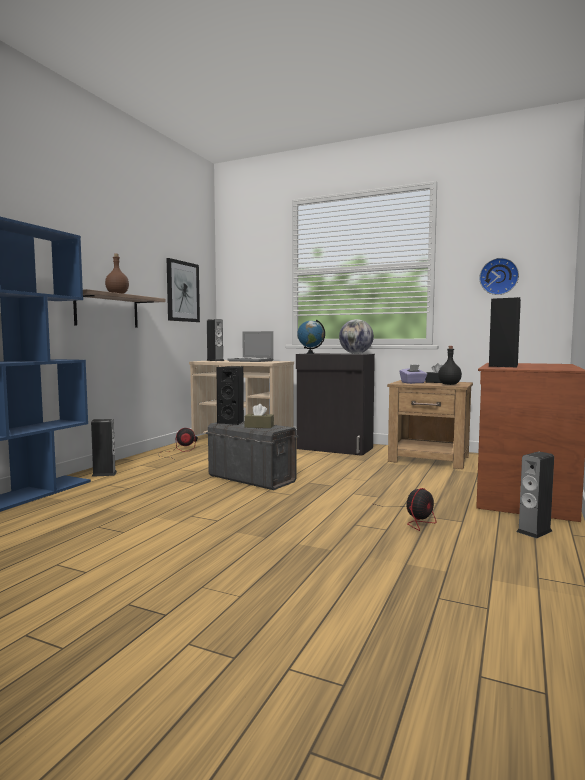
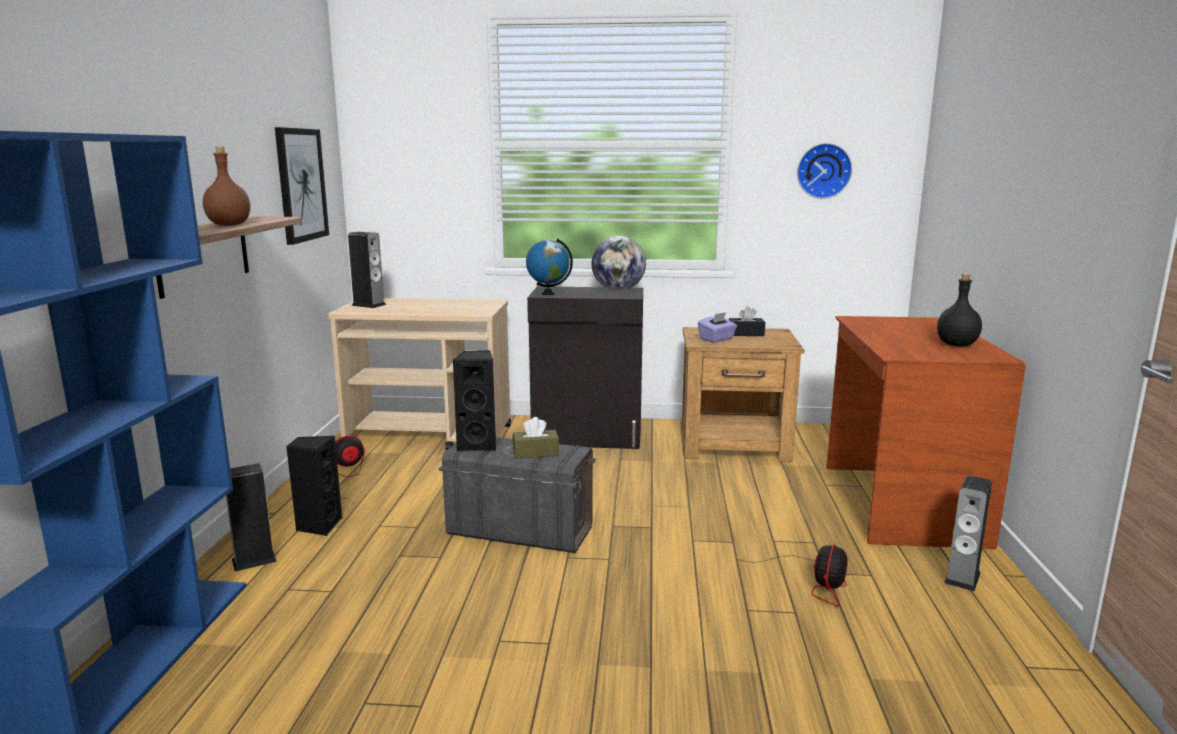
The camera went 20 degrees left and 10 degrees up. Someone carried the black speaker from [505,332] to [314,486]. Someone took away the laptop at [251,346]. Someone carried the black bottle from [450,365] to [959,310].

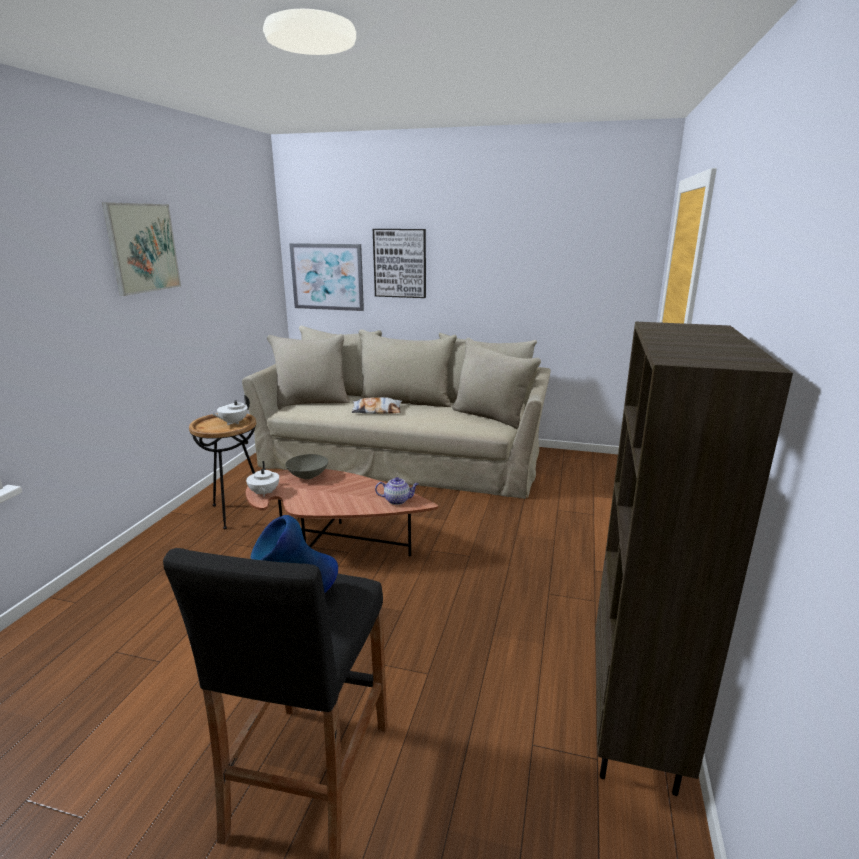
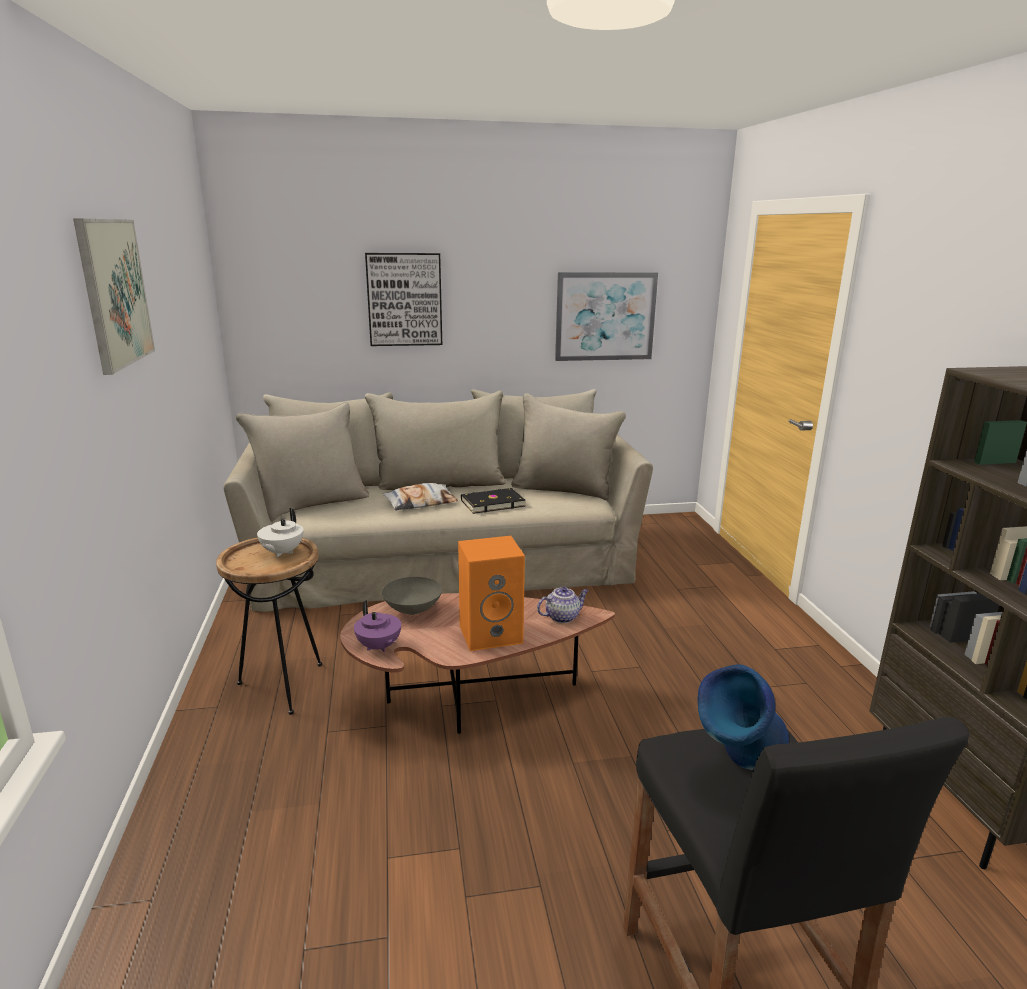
The camera went 25 degrees left and 0 degrees up. Someone carried the picture from [326,277] to [606,316]. Someone repainted the white teapot at [262,479], which became the purple teapot at [377,626]. Someone put down the black book at [493,501]. Someone put down the orange speaker at [491,593].

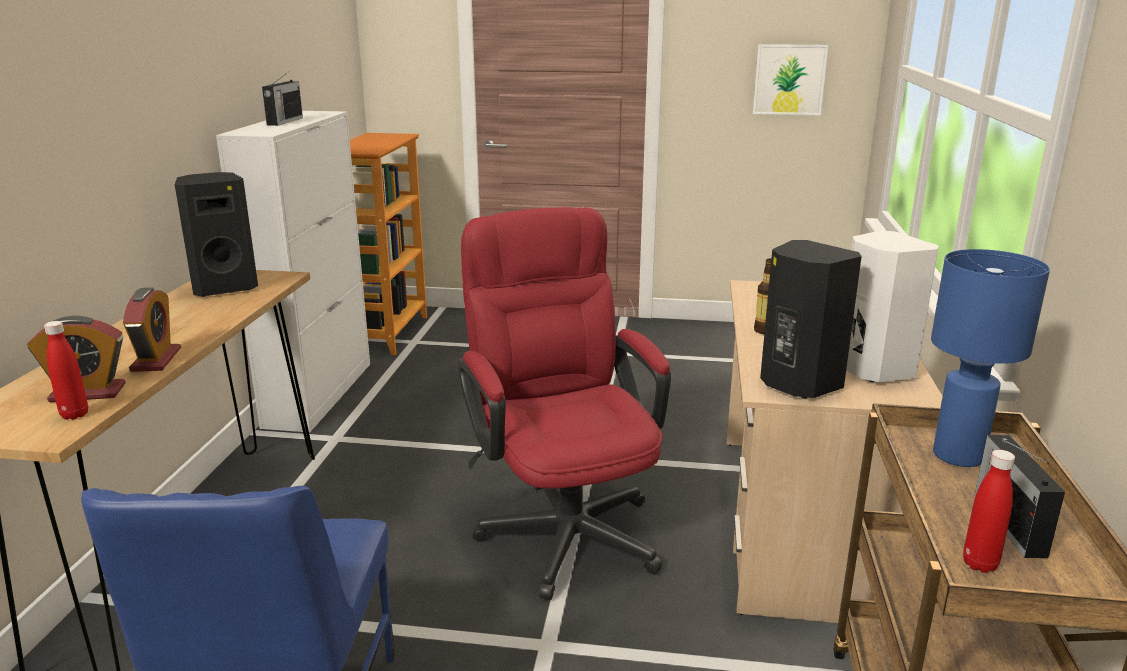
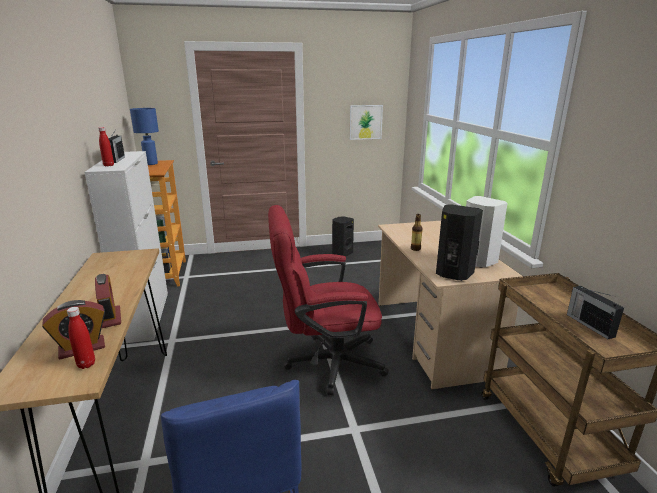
The camera went 20 degrees left and 0 degrees up. Someone carried the black speaker from [216,234] to [343,236]. Someone rotated the red office chair at [564,403] by 60 degrees counterclockwise. Someone carried the blue table lamp from [990,358] to [144,136]. Someone carried the red bottle from [989,511] to [106,146].

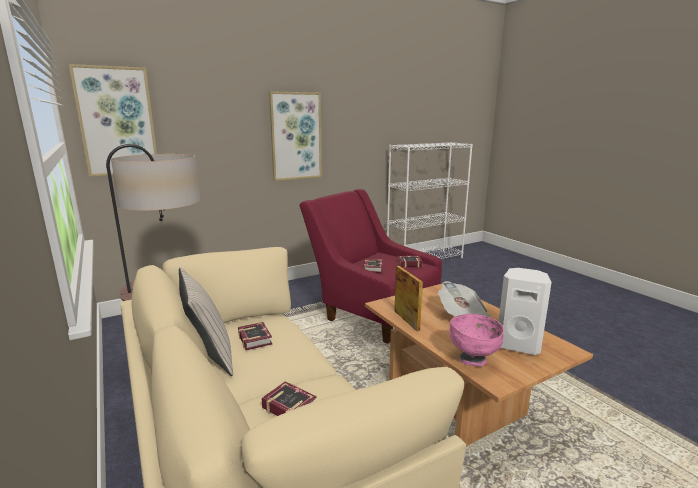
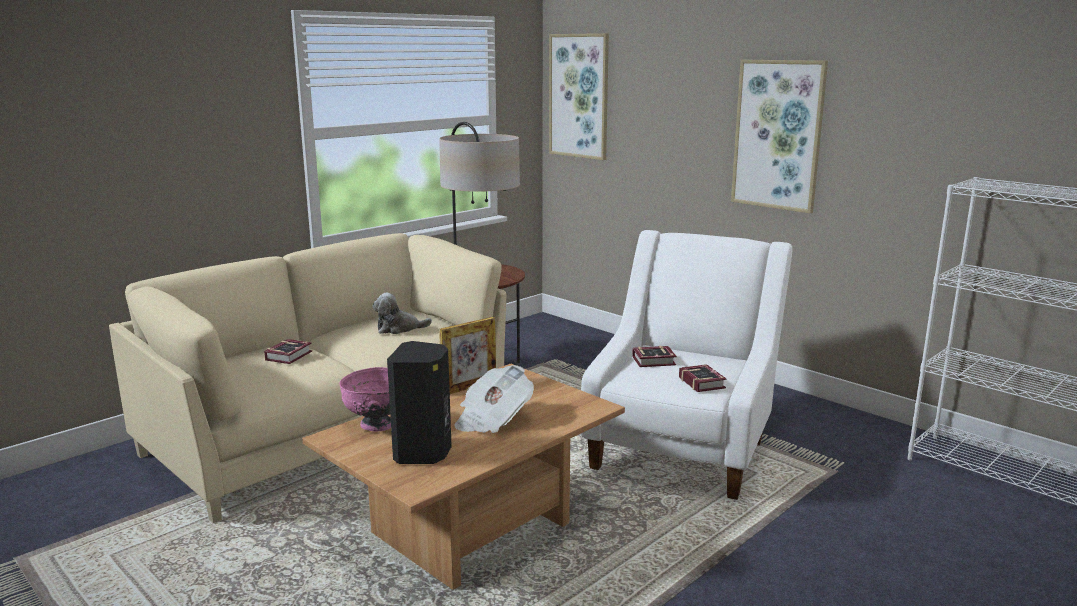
The camera went 75 degrees right and 0 degrees up. Someone repainted the red armchair at [370,266], which became the white armchair at [687,365]. Someone took away the beige pillow at [206,322]. Someone repainted the white speaker at [525,311], which became the black speaker at [419,402]. Someone swapped the book at [255,336] for the plush toy at [402,313].

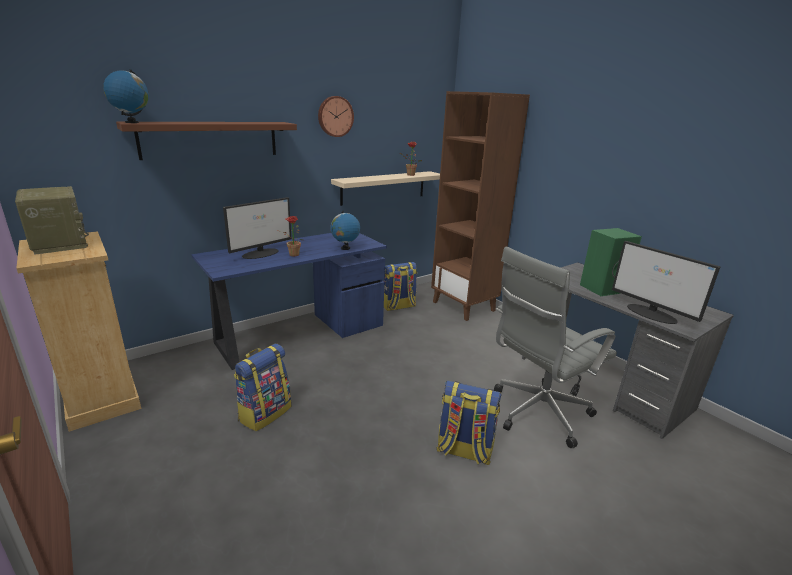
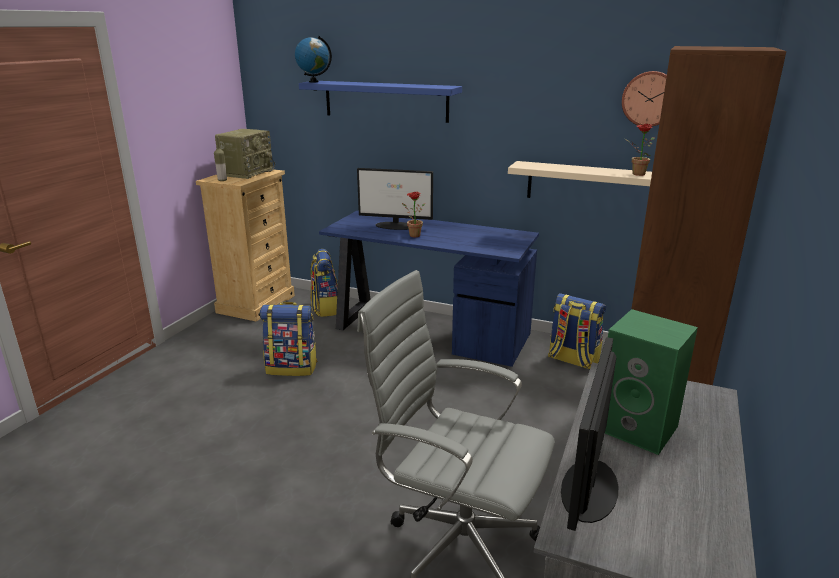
The camera went 60 degrees right and 0 degrees up. Someone carried the wall clock from [336,116] to [644,99]. Someone repainted the brown shelf at [206,141], which became the blue shelf at [380,102]. Someone took away the globe at [345,230]. Someone carried the backpack from [469,423] to [324,283]. Someone put down the bottle at [220,159].

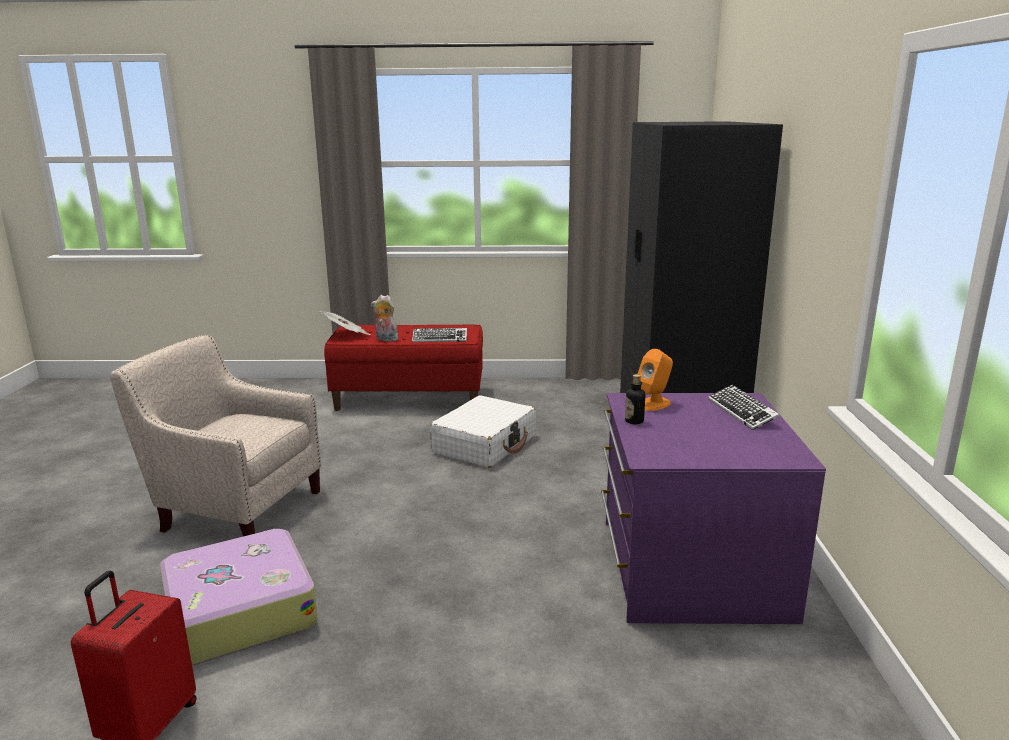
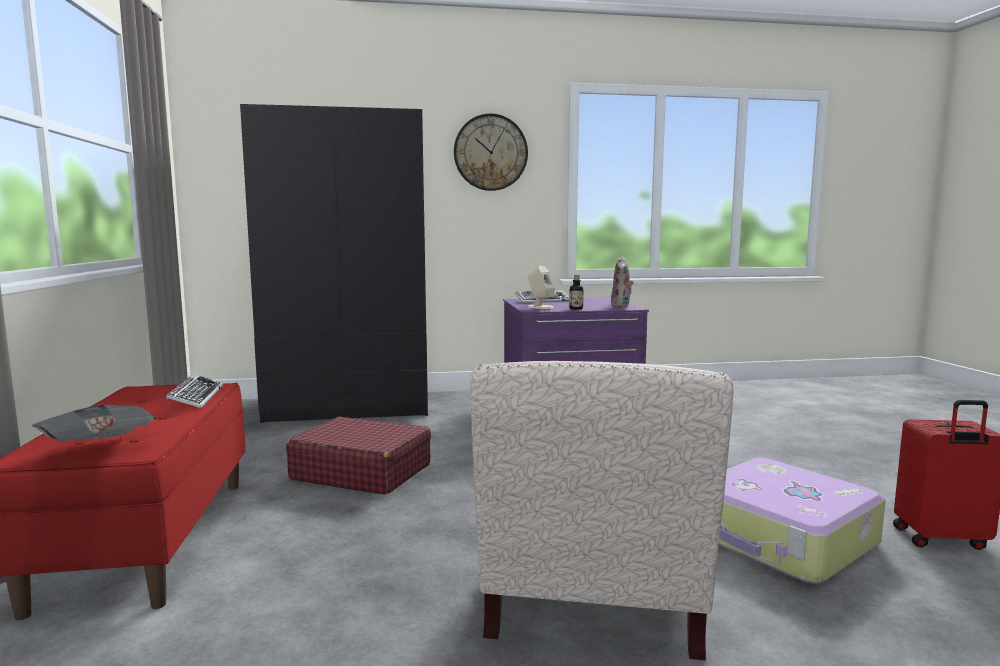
The camera went 100 degrees left and 10 degrees down. Someone carried the plush toy from [385,318] to [622,281]. Someone repainted the orange speaker at [655,380], which became the beige speaker at [541,287]. Someone repainted the white suitcase at [483,431], which became the red suitcase at [358,456]. Someone put up the wall clock at [491,152].

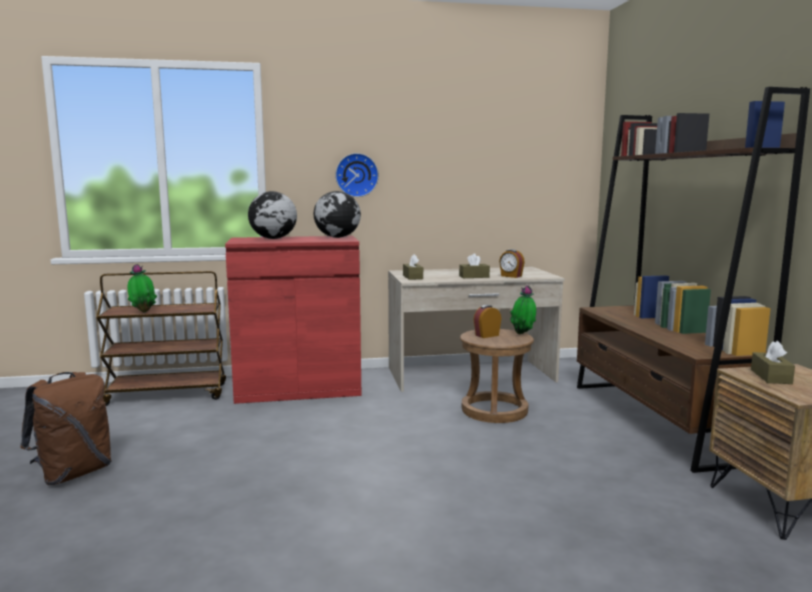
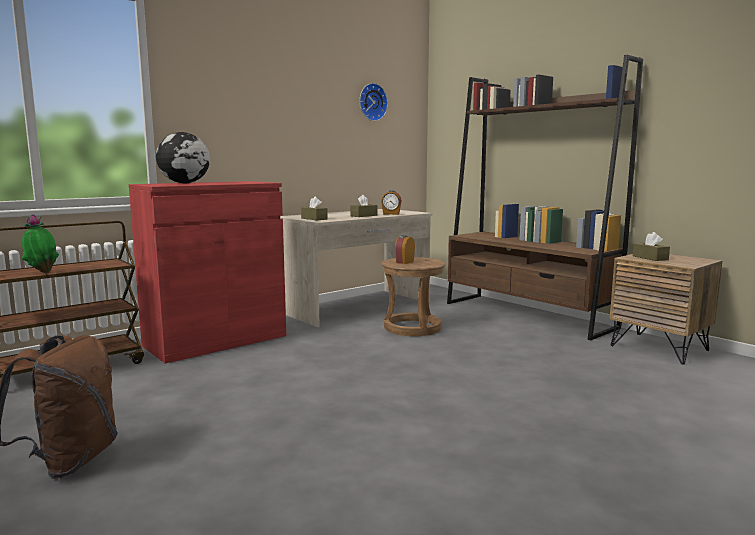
The camera went 30 degrees left and 0 degrees up. Someone carried the wall clock from [357,175] to [373,102]. Someone took away the globe at [337,214]. Someone took away the potted plant at [523,309].

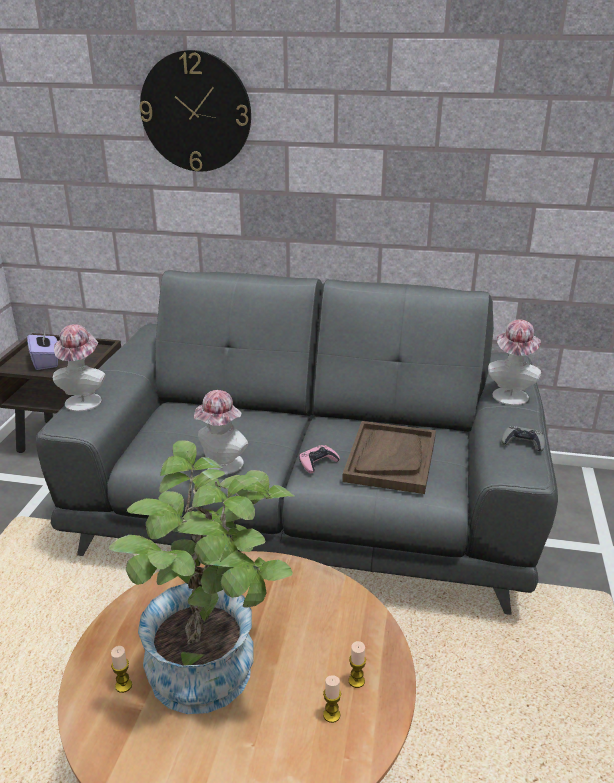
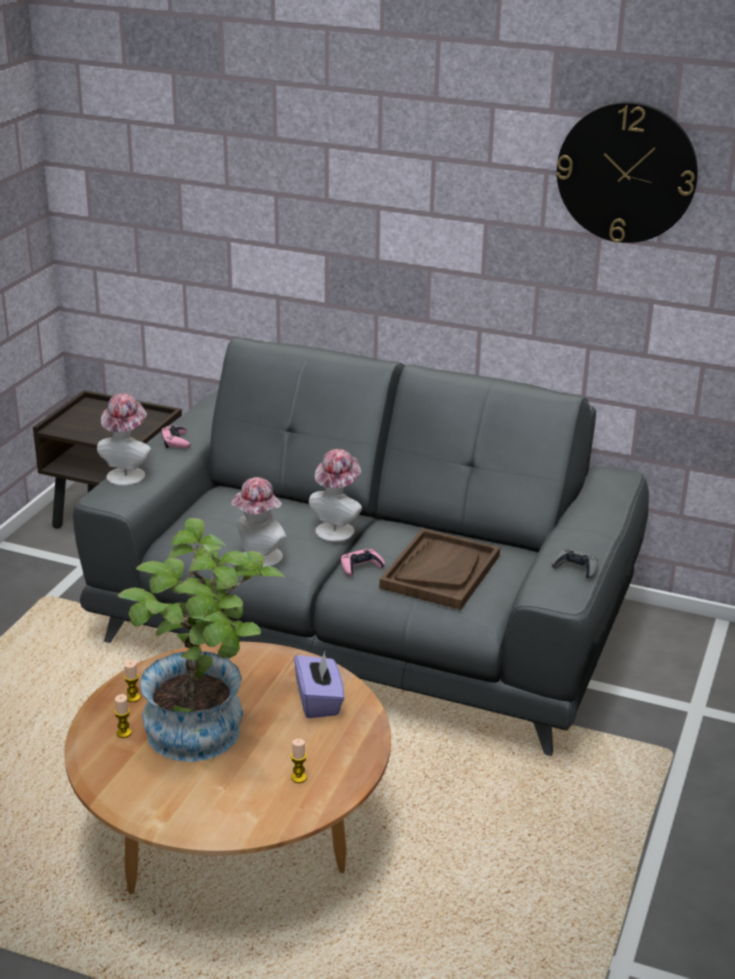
The camera went 10 degrees right and 0 degrees up. Someone carried the wall clock from [195,110] to [627,172]. Someone carried the hat from [514,362] to [335,495]. Someone carried the purple tissue box from [42,348] to [319,685]. Someone carried the candle from [357,664] to [132,681]. Someone put down the pink game controller at [176,436].

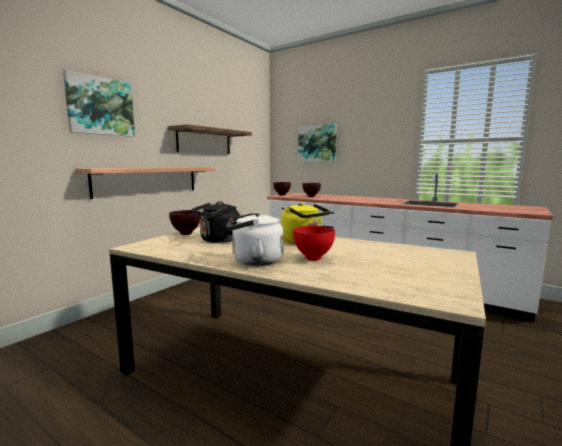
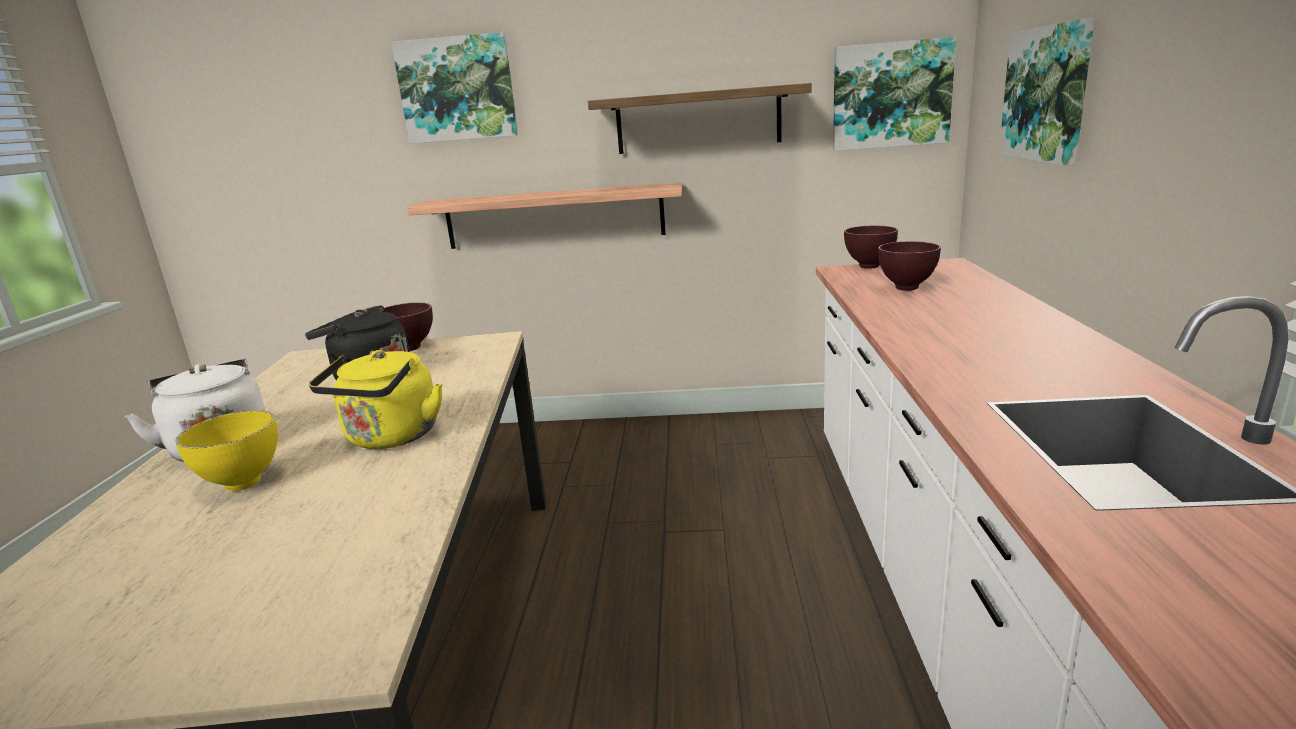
The camera went 60 degrees right and 10 degrees up. Someone repainted the red bowl at [314,243], which became the yellow bowl at [226,450]. Someone put up the picture at [894,94].

